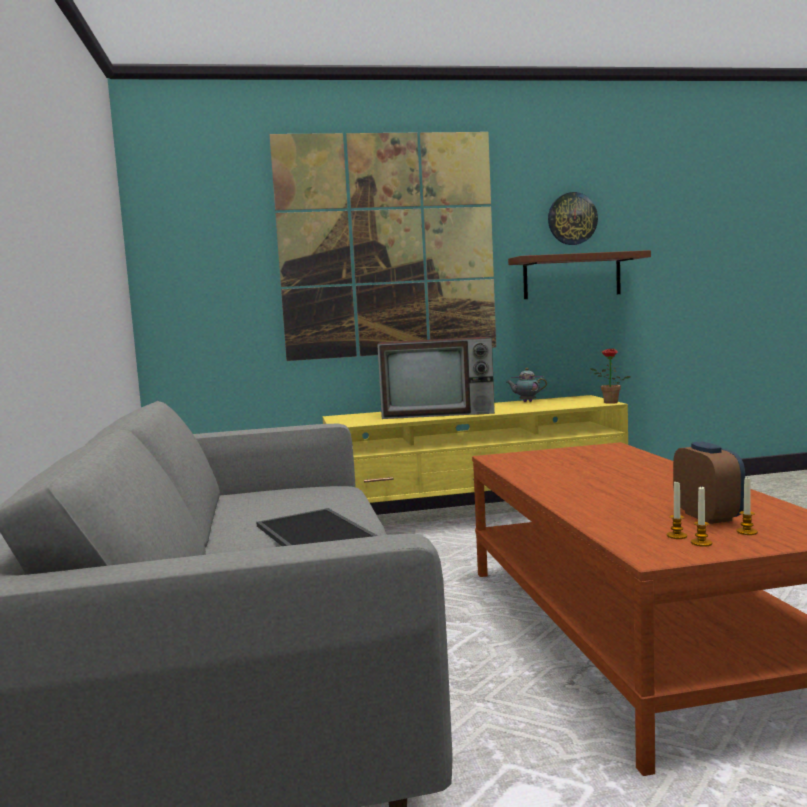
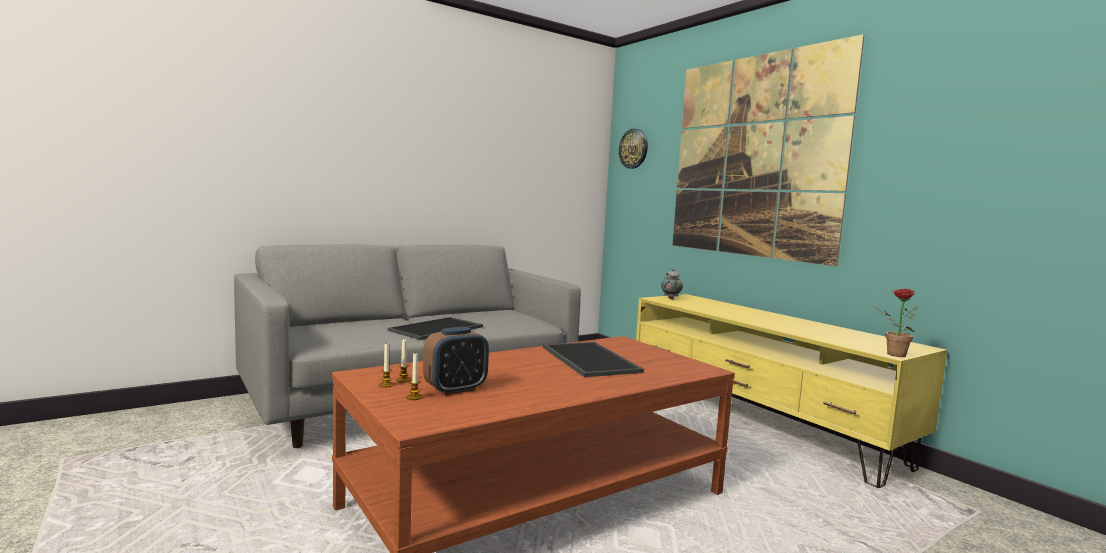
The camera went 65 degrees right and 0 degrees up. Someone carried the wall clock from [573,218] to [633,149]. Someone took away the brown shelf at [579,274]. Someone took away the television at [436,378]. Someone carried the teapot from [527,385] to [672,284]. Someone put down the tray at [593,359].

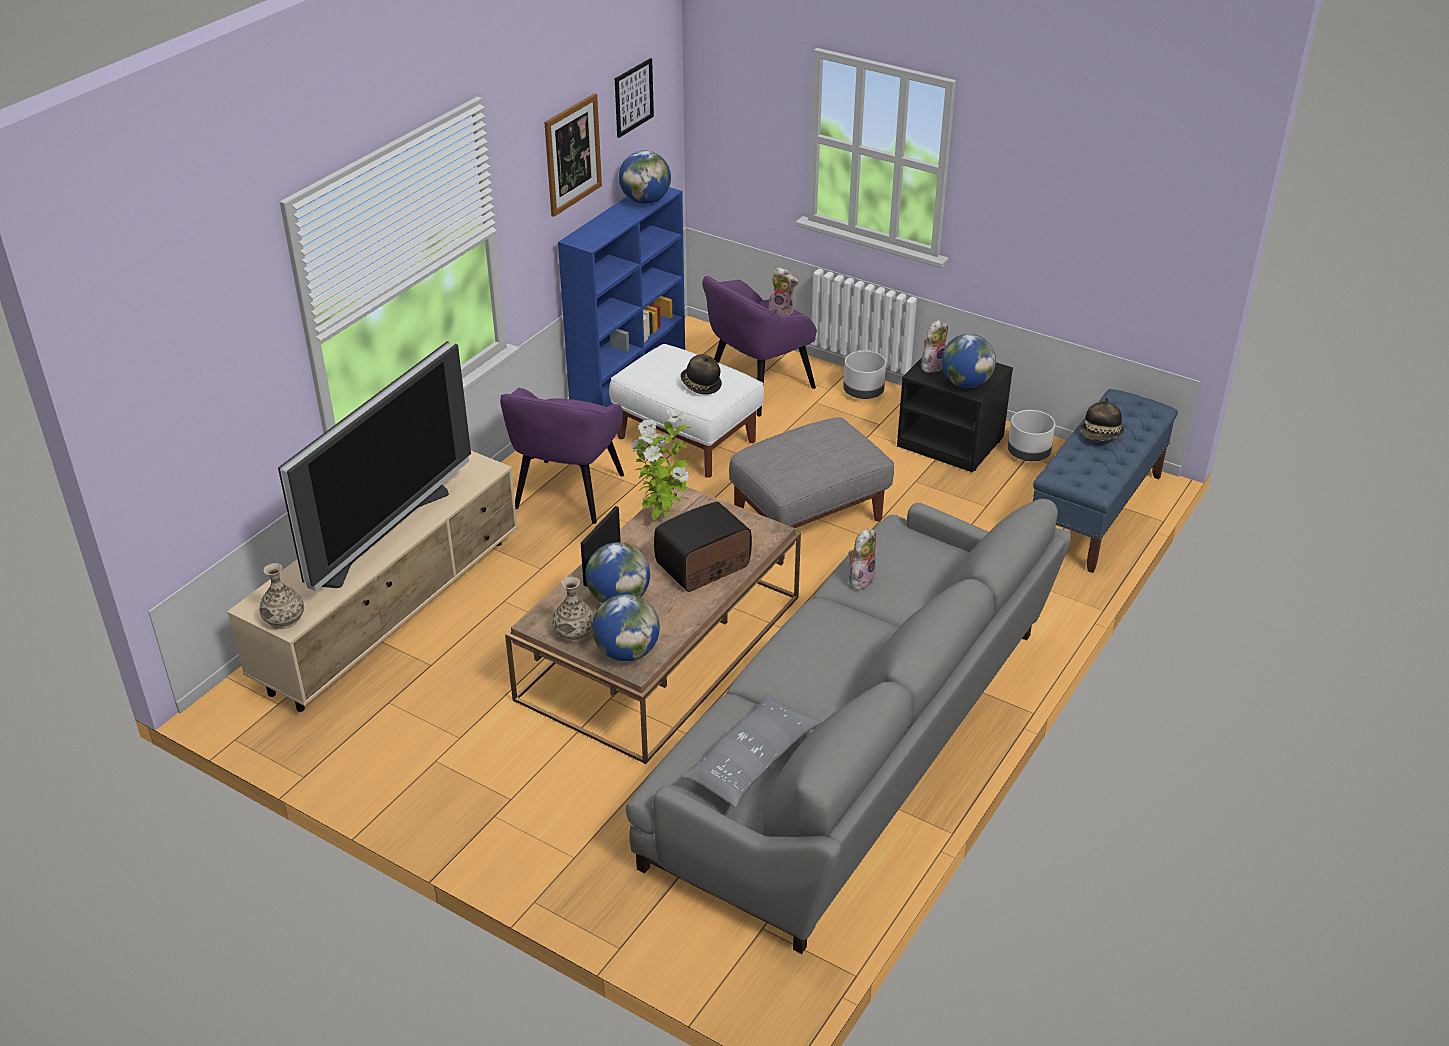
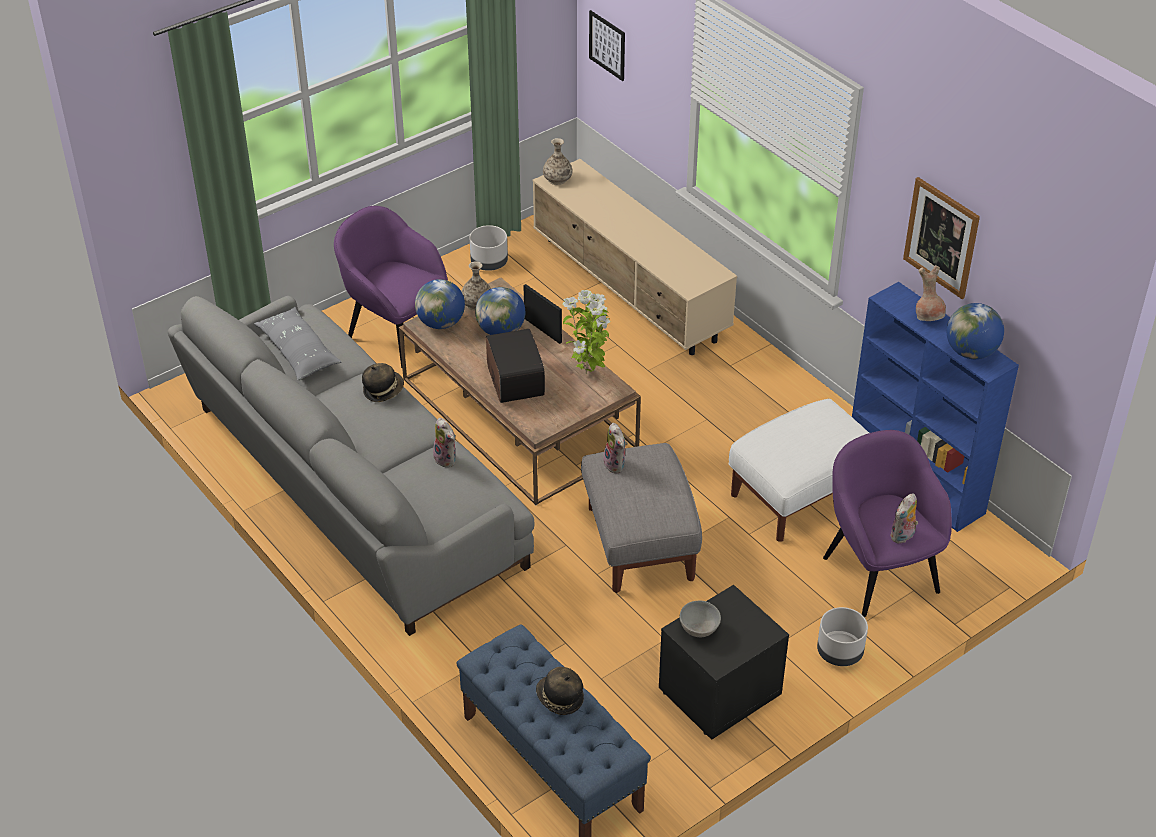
The camera went 110 degrees right and 5 degrees up. Someone carried the picture from [634,98] to [607,45]. Someone carried the plush toy from [934,346] to [615,448]. Someone swapped the globe at [968,361] for the grey bowl at [700,619]. Someone took away the television at [374,466]. Someone carried the hat from [701,374] to [383,382]. Someone carried the purple armchair from [562,456] to [391,287]. Someone carried the grey planter from [1031,435] to [488,248]. Someone put down the brown vase at [931,293].

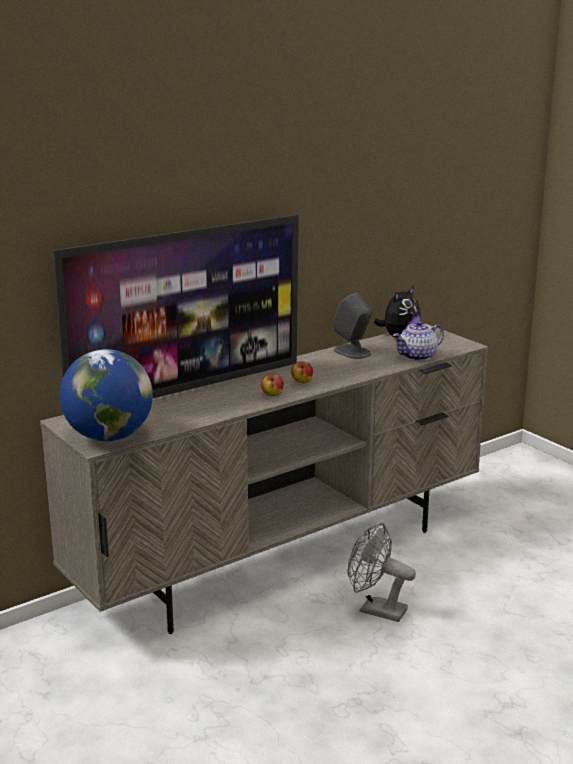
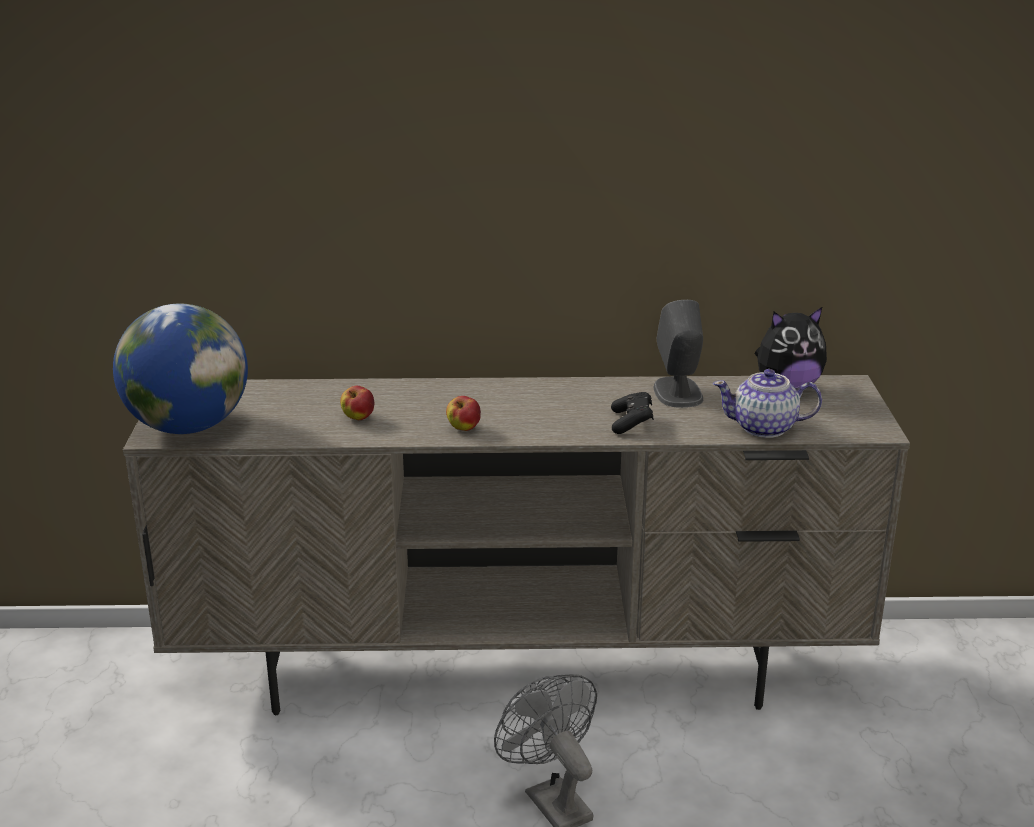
The camera went 35 degrees right and 5 degrees up. Someone took away the television at [176,306]. Someone carried the apple from [302,372] to [357,403]. Someone put down the black game controller at [632,413].

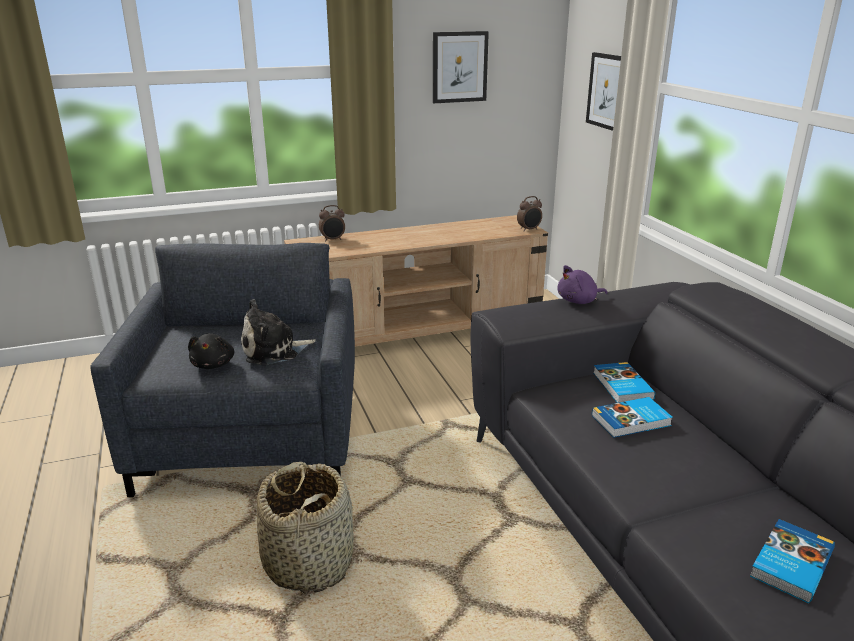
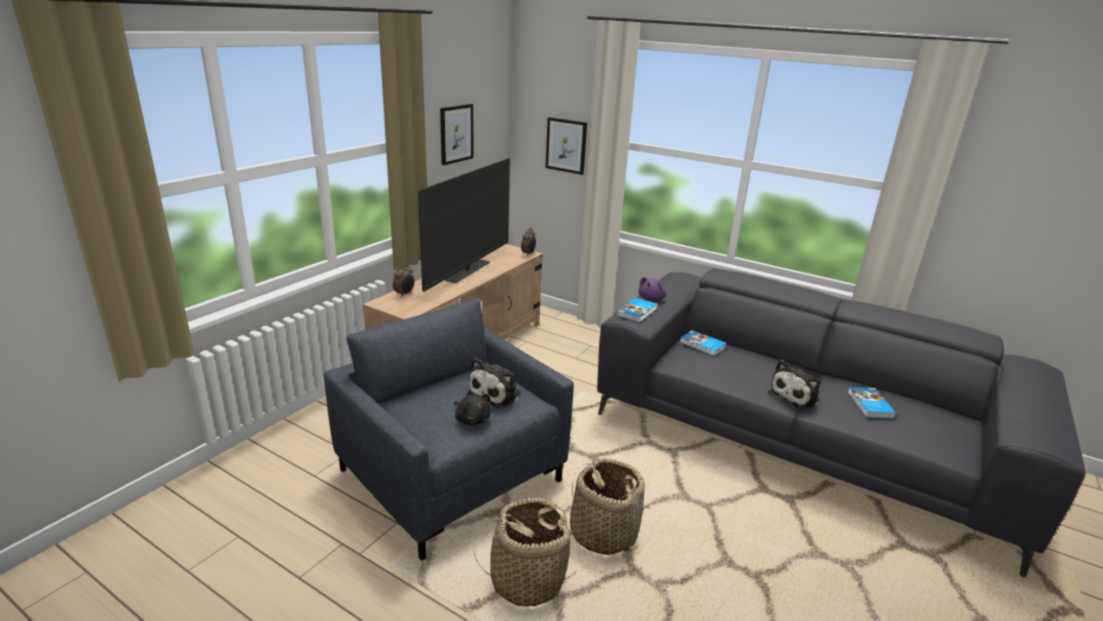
The camera went 40 degrees left and 0 degrees up. Someone carried the book from [632,417] to [637,310]. Someone put down the television at [464,225]. Someone put down the plush toy at [794,385]. Someone put down the basket at [526,552].

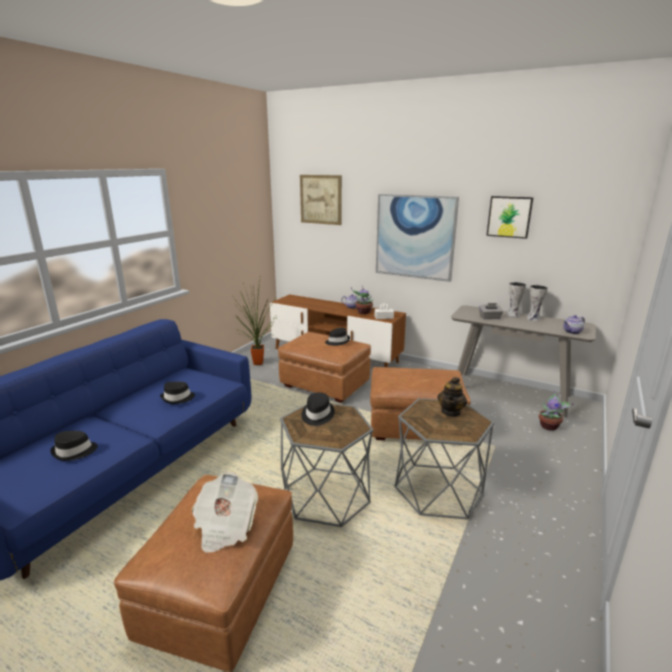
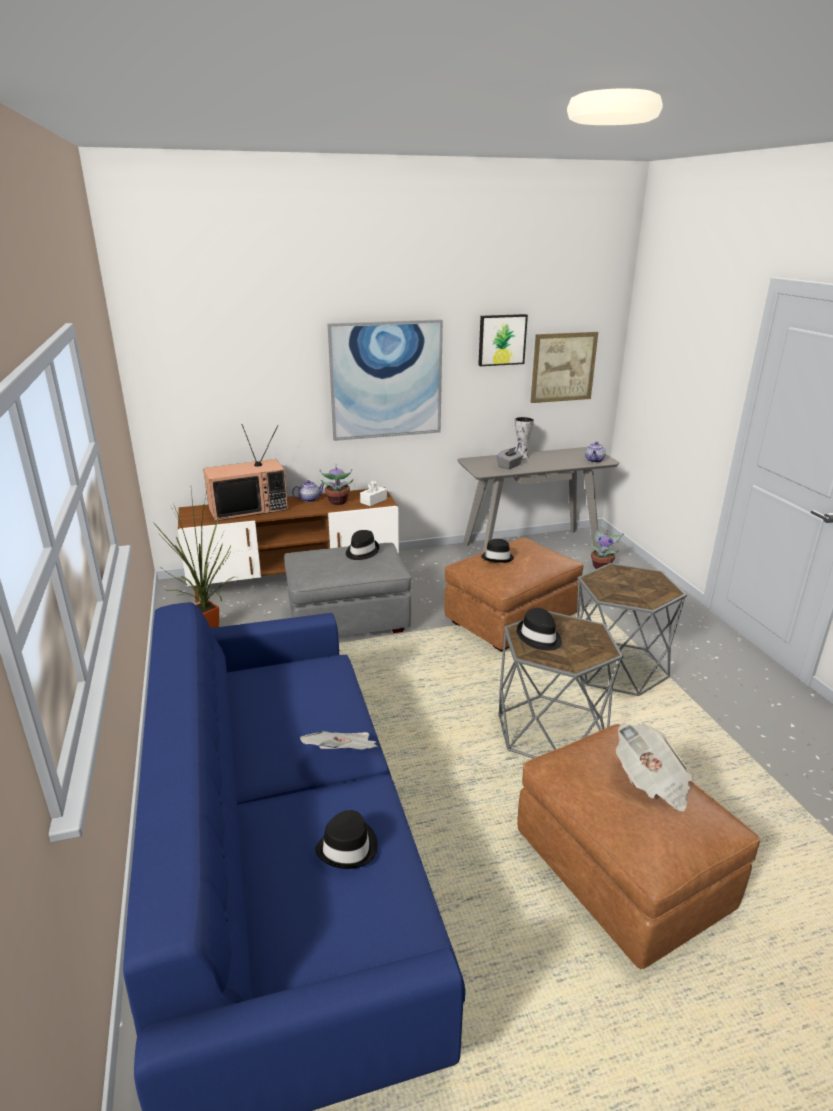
The camera went 45 degrees left and 5 degrees up. Someone carried the picture from [321,200] to [564,367]. Someone took away the vase at [537,303]. Someone repainted the brown ottoman at [324,367], which became the grey ottoman at [347,590]. Someone took away the teapot at [452,397]. Someone carried the black hat from [177,392] to [497,551]. Someone put down the television at [245,472]. Someone put down the newspaper at [339,740].

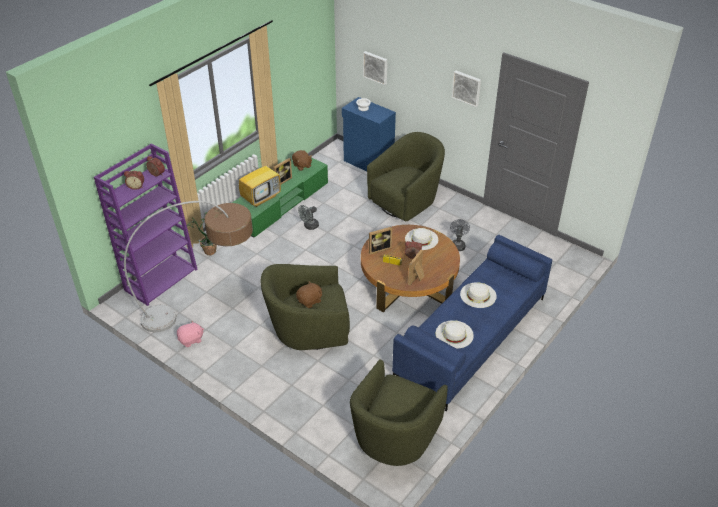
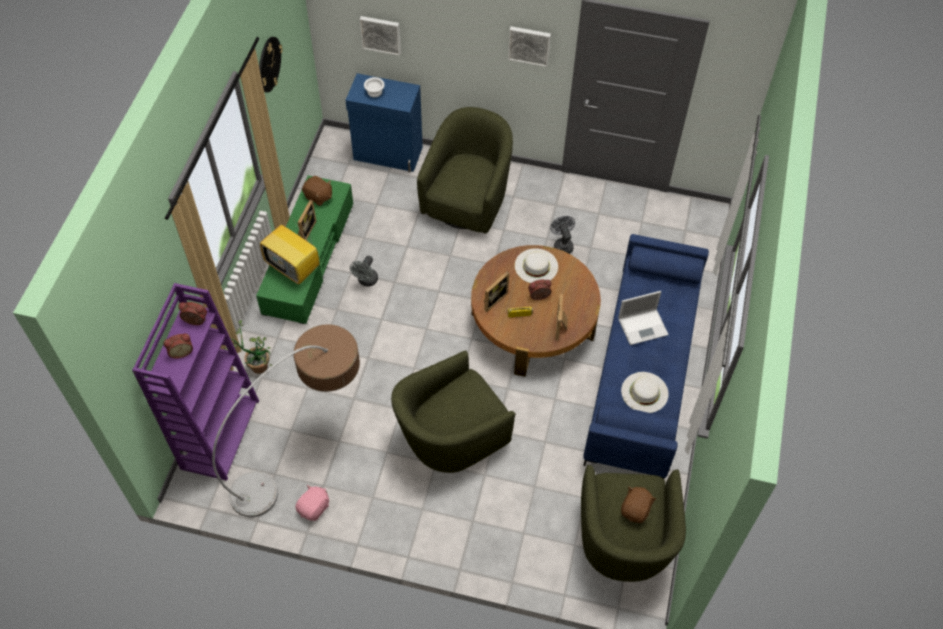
The camera went 25 degrees left and 15 degrees up. Someone rotated the television at [260,181] by 105 degrees clockwise. Someone carried the brown plush toy from [309,294] to [638,505]. Someone swapped the white hat at [478,295] for the laptop at [643,318]. Someone put up the wall clock at [271,65].

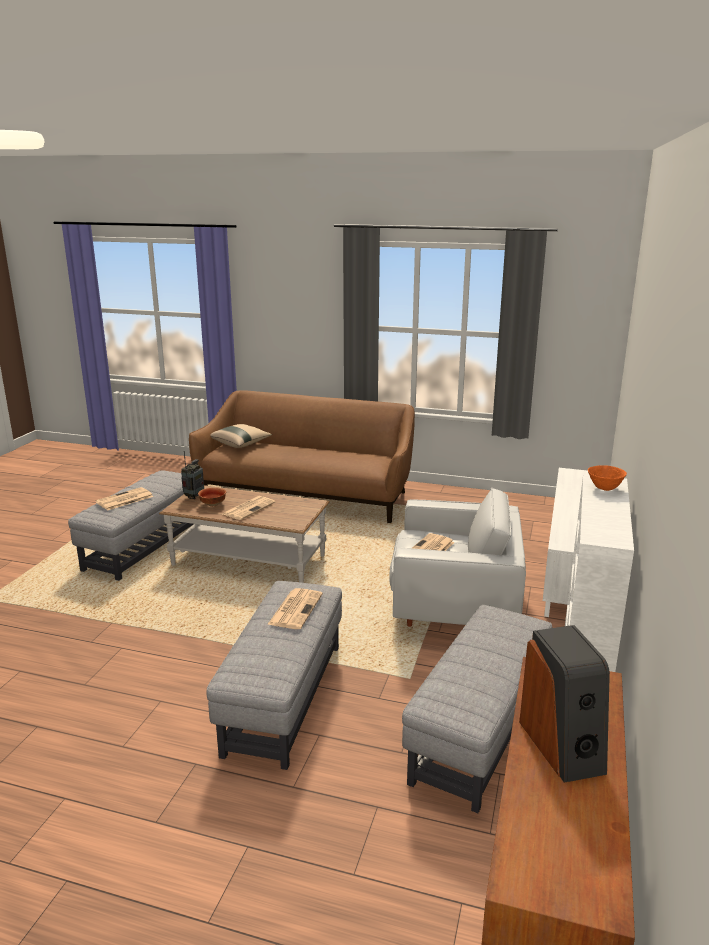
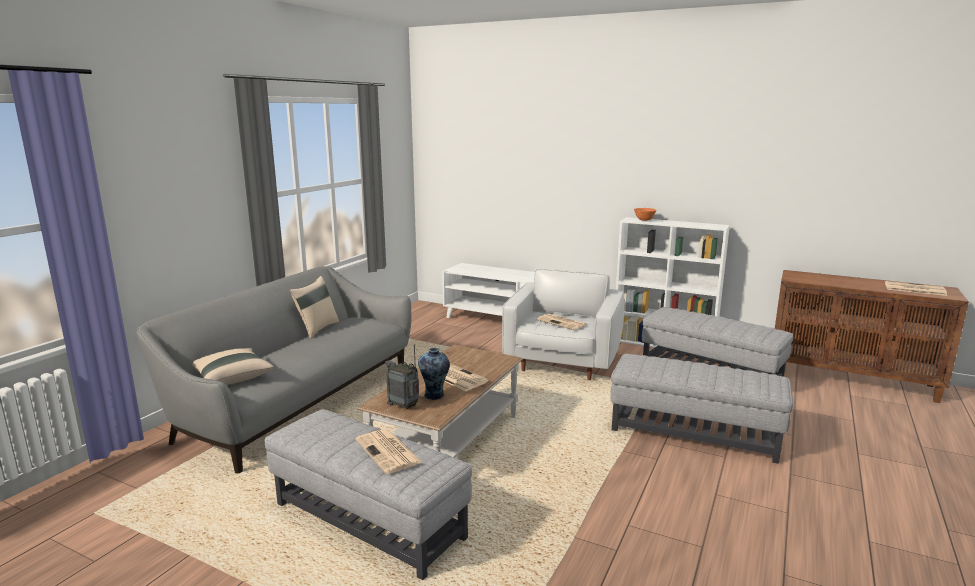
The camera went 80 degrees left and 5 degrees down. Someone repainted the brown sofa at [302,456], which became the grey sofa at [273,369]. Someone swapped the bowl at [212,497] for the vase at [434,374]. Someone carried the newspaper from [295,608] to [916,288]. Someone took away the speaker at [564,704]. Someone put down the beige pillow at [314,307].

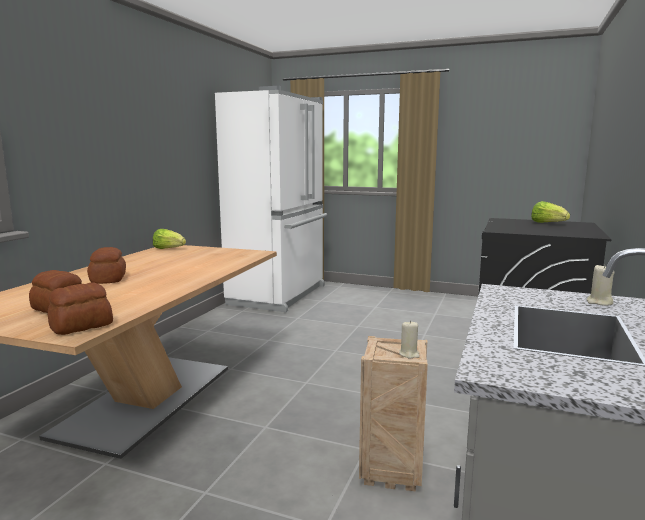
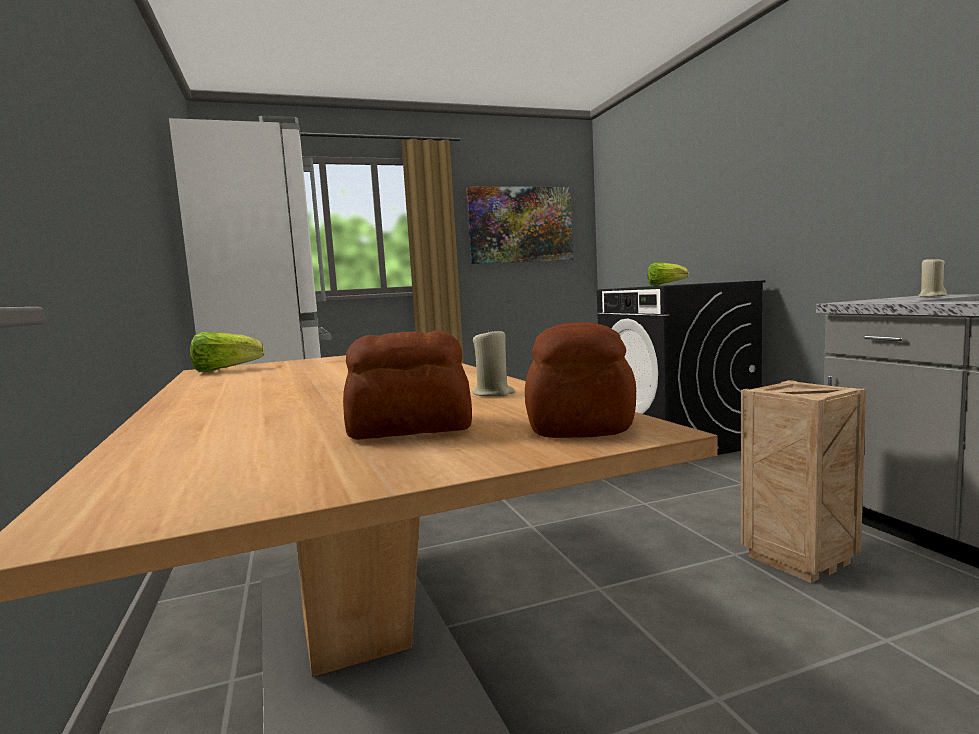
The camera went 40 degrees left and 5 degrees down. Someone took away the bread at [106,265]. Someone carried the beige candle from [409,339] to [493,361]. Someone put up the picture at [519,225].

